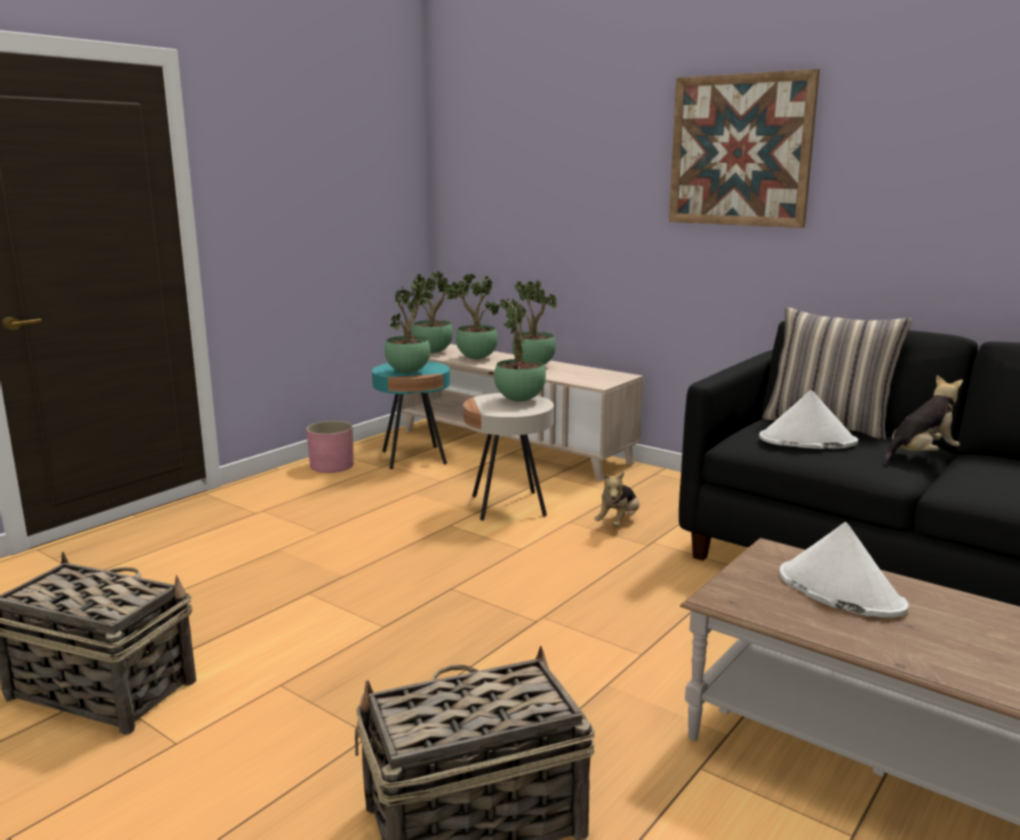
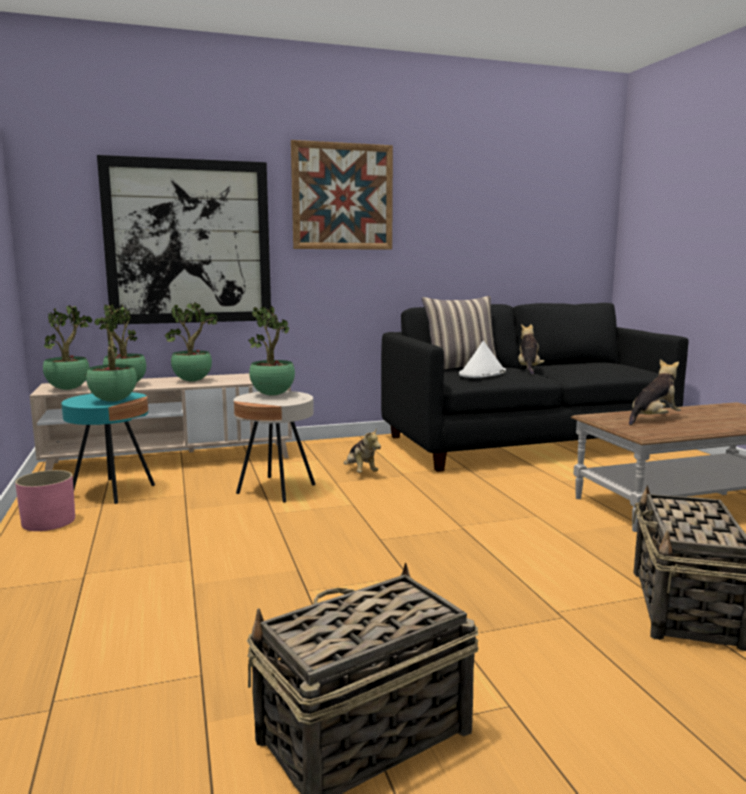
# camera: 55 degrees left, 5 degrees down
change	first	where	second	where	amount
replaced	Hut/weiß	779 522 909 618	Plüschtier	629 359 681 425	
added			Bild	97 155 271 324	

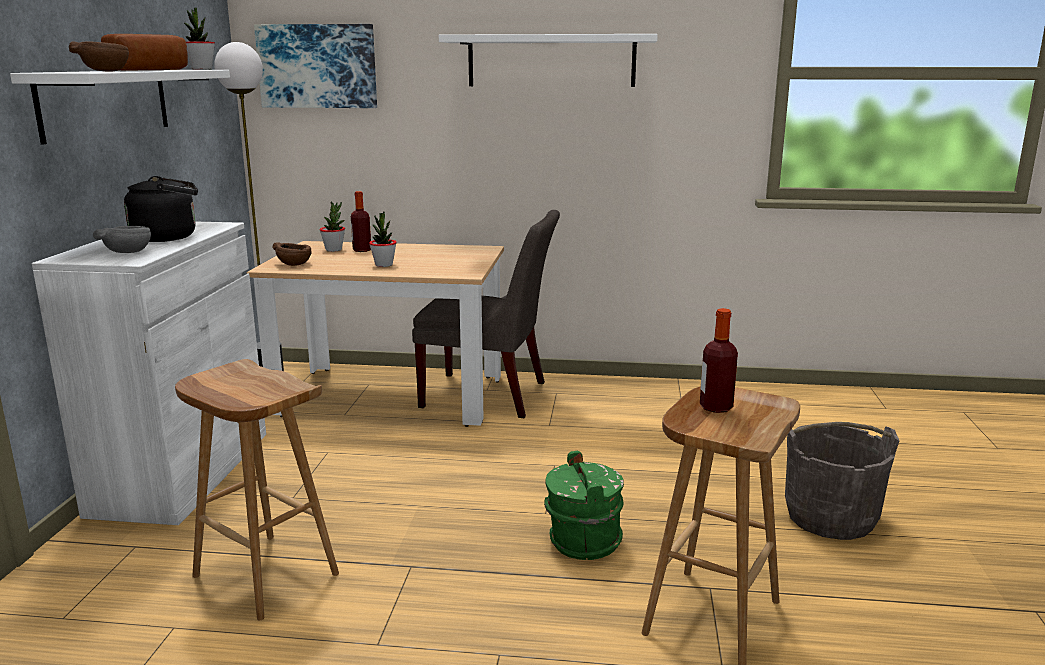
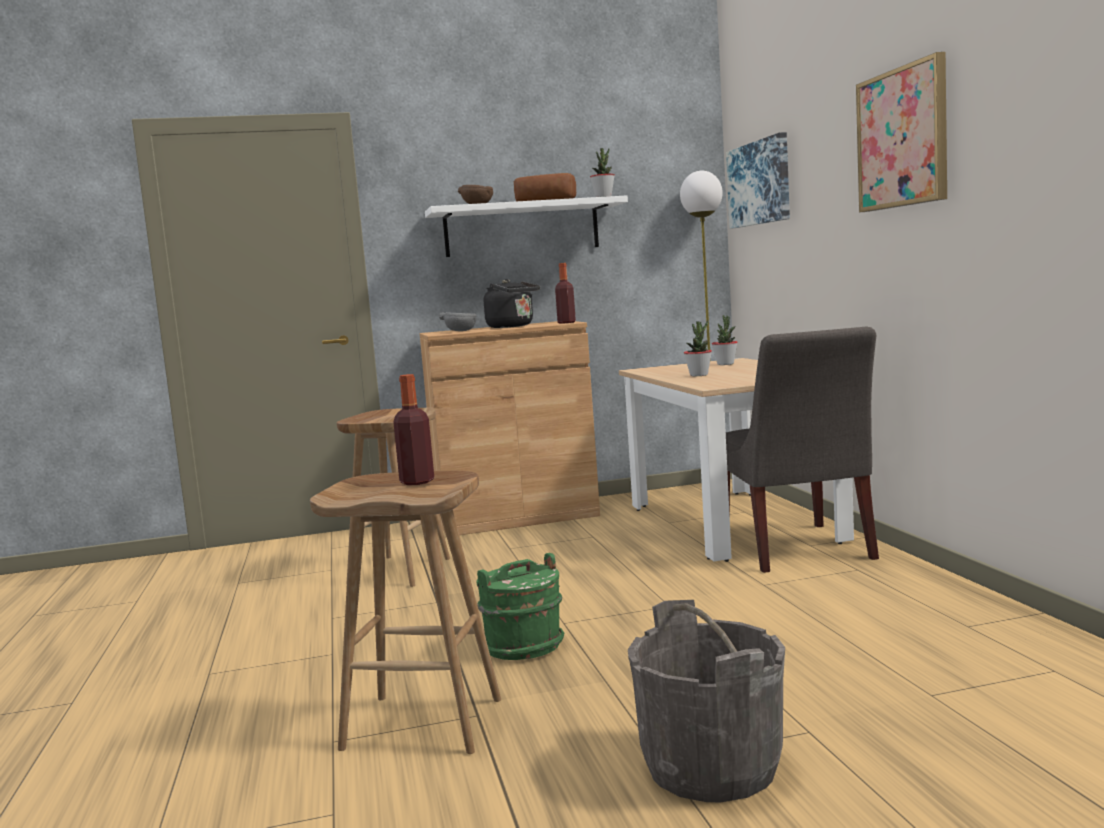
# camera: 70 degrees right, 10 degrees down
change	first	where	second	where	amount
recoloured	Schrank/weiß	32 222 266 525	Schrank/braun	420 321 600 535	
removed	Schüssel/braun	272 242 312 266			
moved	Flasche	351 191 371 252		555 263 576 324	
replaced	Wandregal/weiß	439 34 658 87	Bild	856 52 947 212	

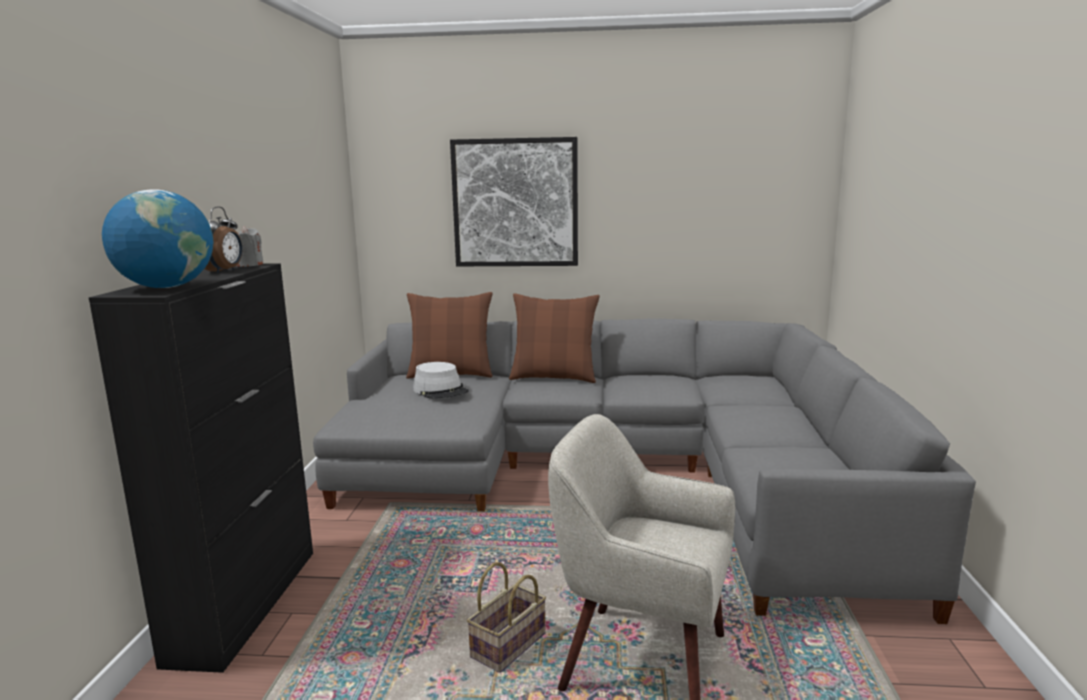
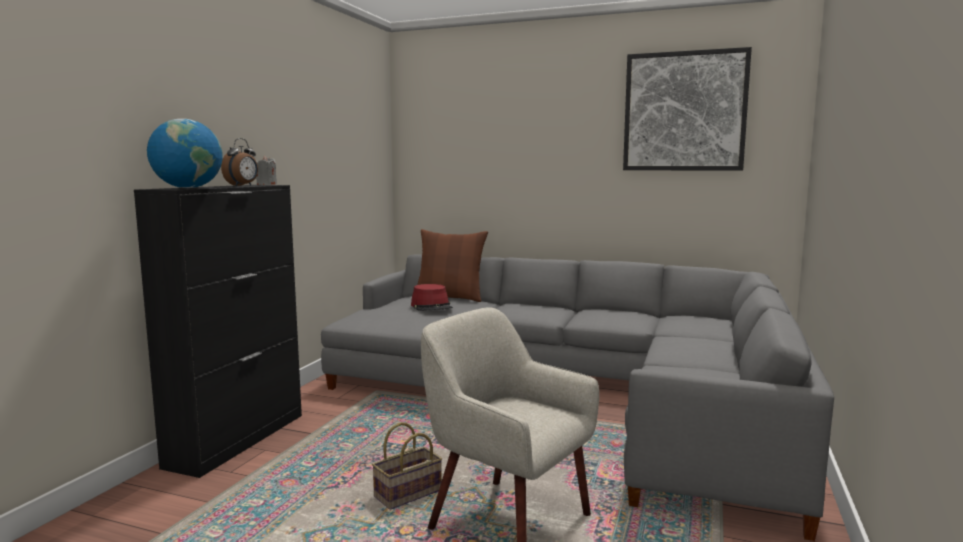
# camera: 15 degrees right, 5 degrees down
change	first	where	second	where	amount
recoloured	Hut/grau	413 362 469 399	Hut/rot	411 284 453 311	
moved	Bild	450 137 578 266		623 47 752 171	
removed	Kissen/braun	509 293 600 383			

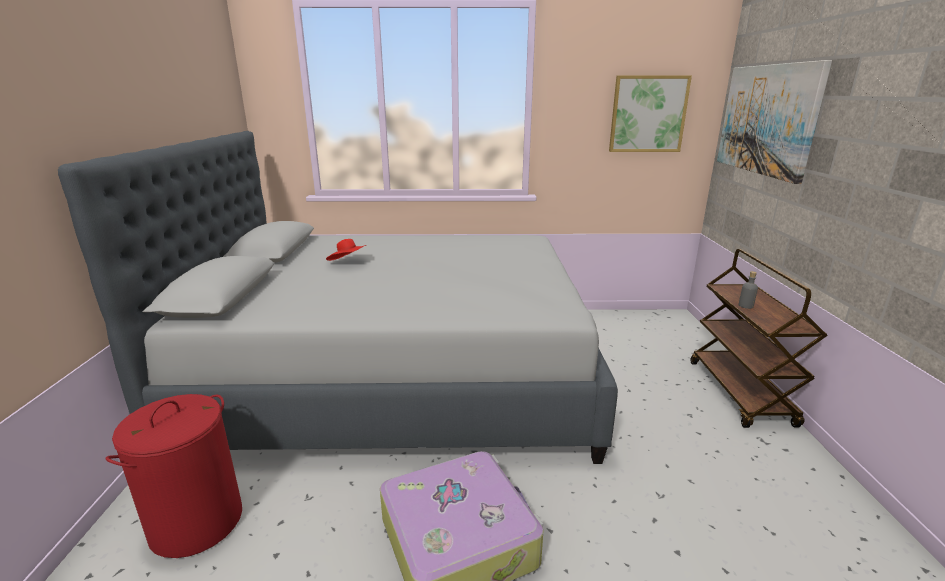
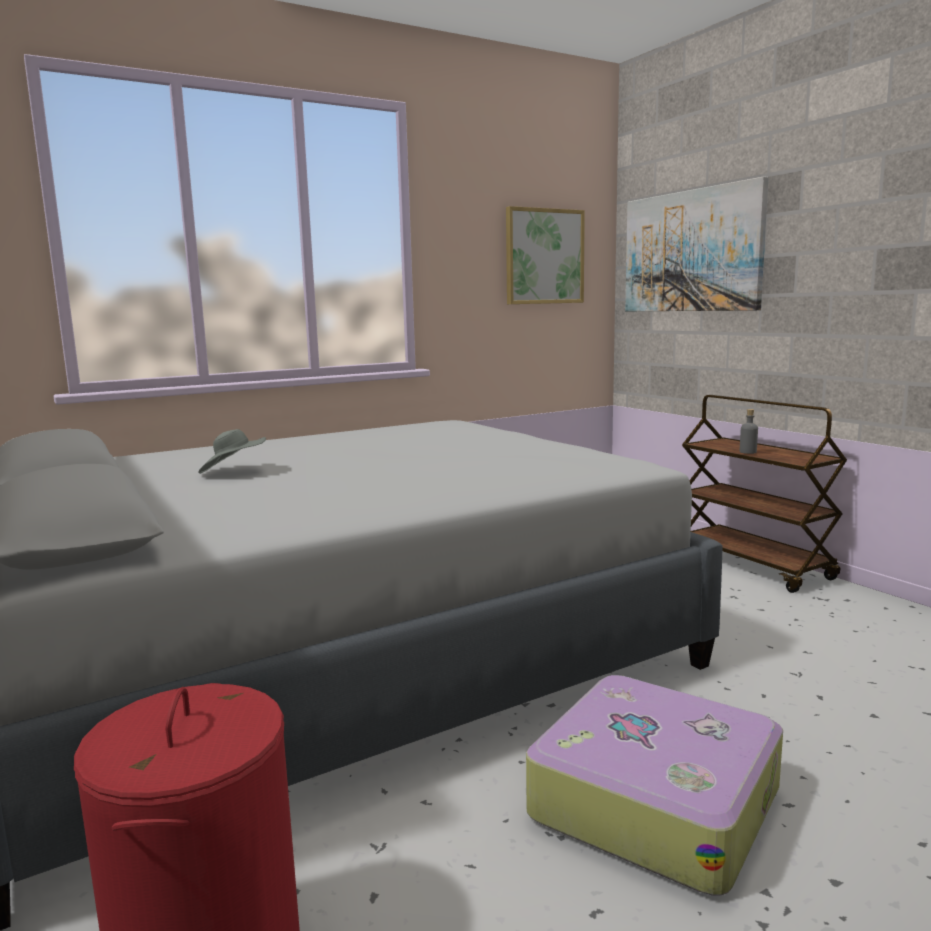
# camera: 30 degrees left, 10 degrees down
change	first	where	second	where	amount
recoloured	Hut/rot	326 239 366 261	Hut/grau	198 429 266 474	

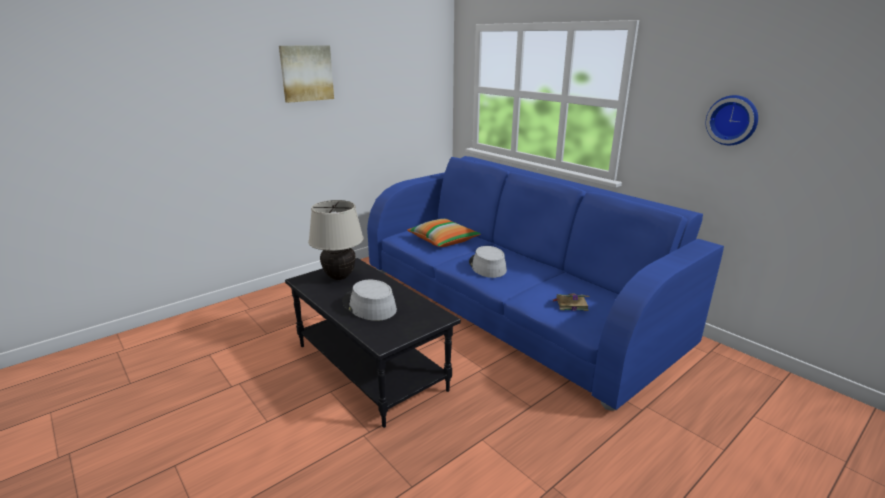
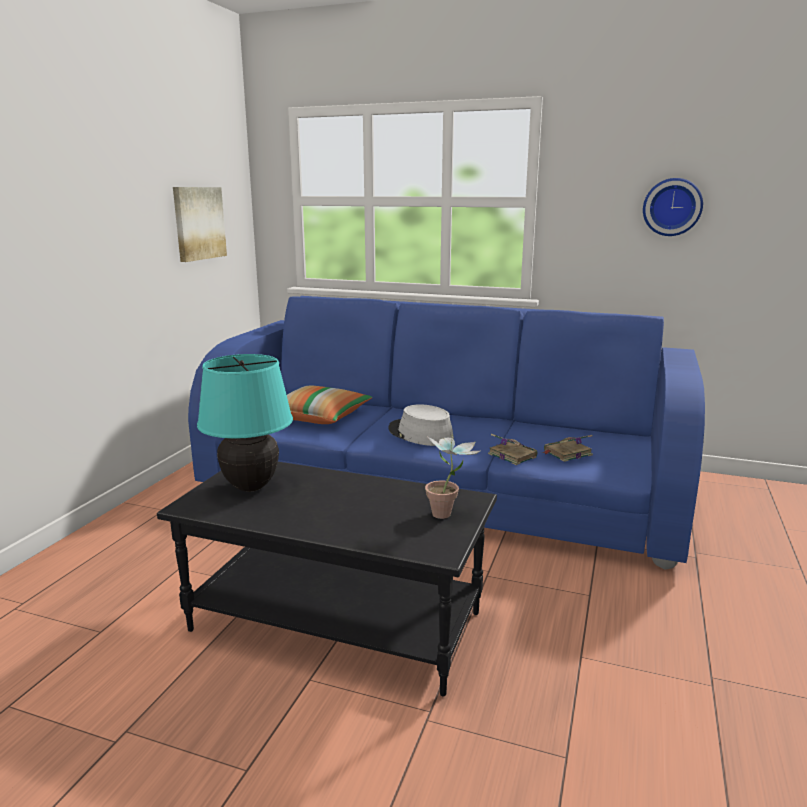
# camera: 30 degrees left, 5 degrees down
change	first	where	second	where	amount
moved	Bild	279 45 334 103		173 187 227 262	
recoloured	Tischlampe/beige	308 200 364 280	Tischlampe/türkis	197 354 293 492	
removed	Hut/grau	342 280 397 321			
added			Topfpflanze	425 435 480 519	
added			Buch	488 434 537 465	

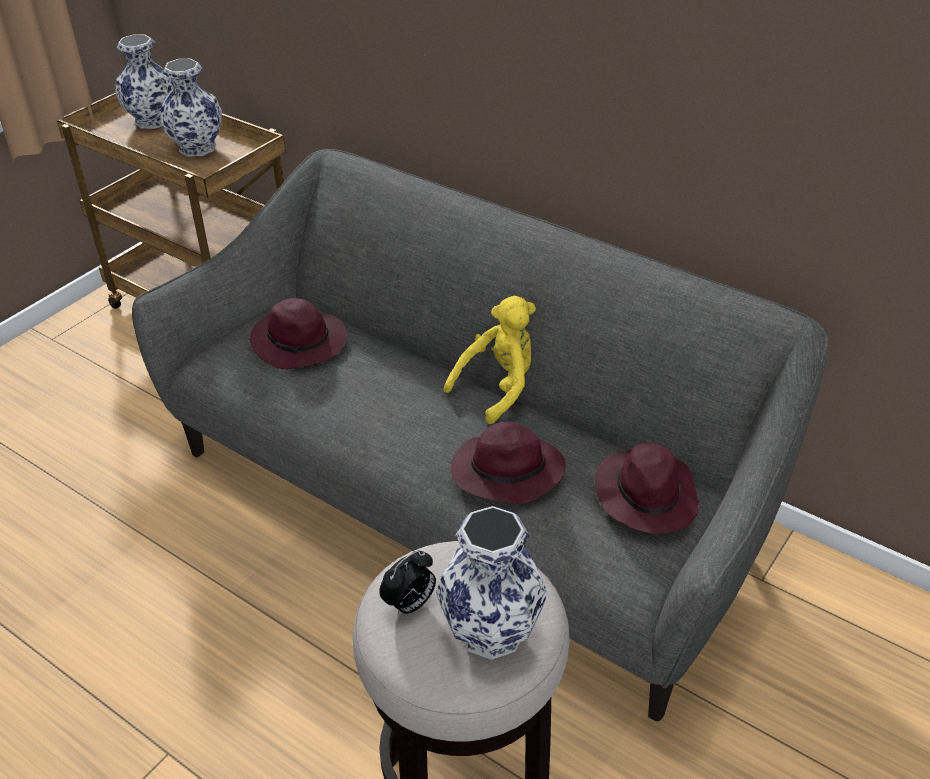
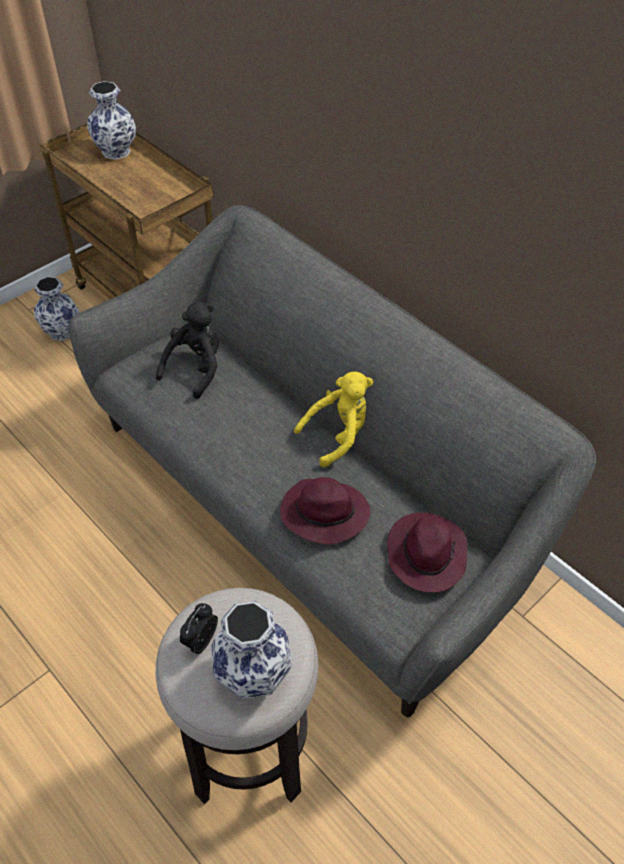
# camera: 10 degrees right, 10 degrees up
change	first	where	second	where	amount
moved	Vase	160 59 222 157		34 277 79 341	
replaced	Hut/lila	250 298 347 369	Plüschtier/schwarz	156 302 219 399	
turned	Wecker	379 551 436 617		180 603 218 654	150 degrees clockwise

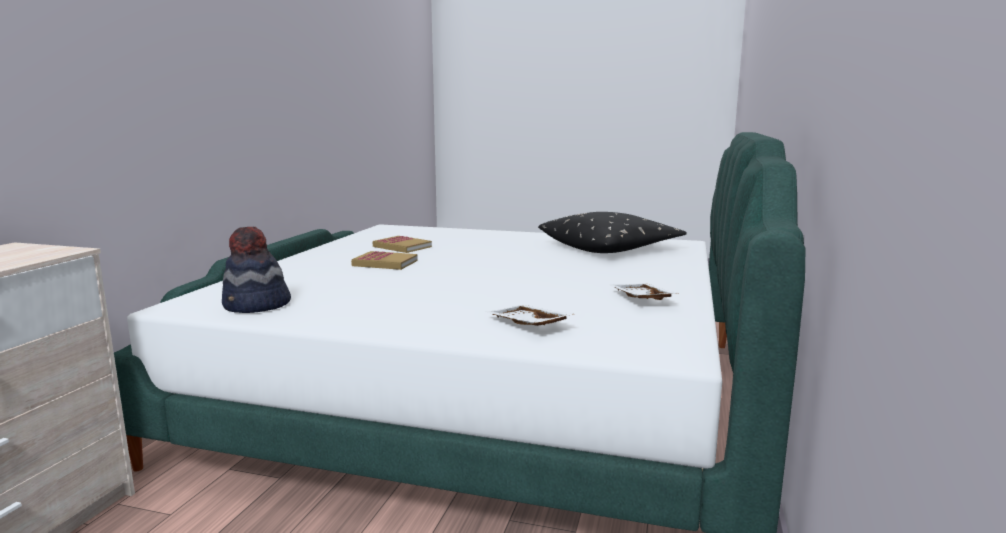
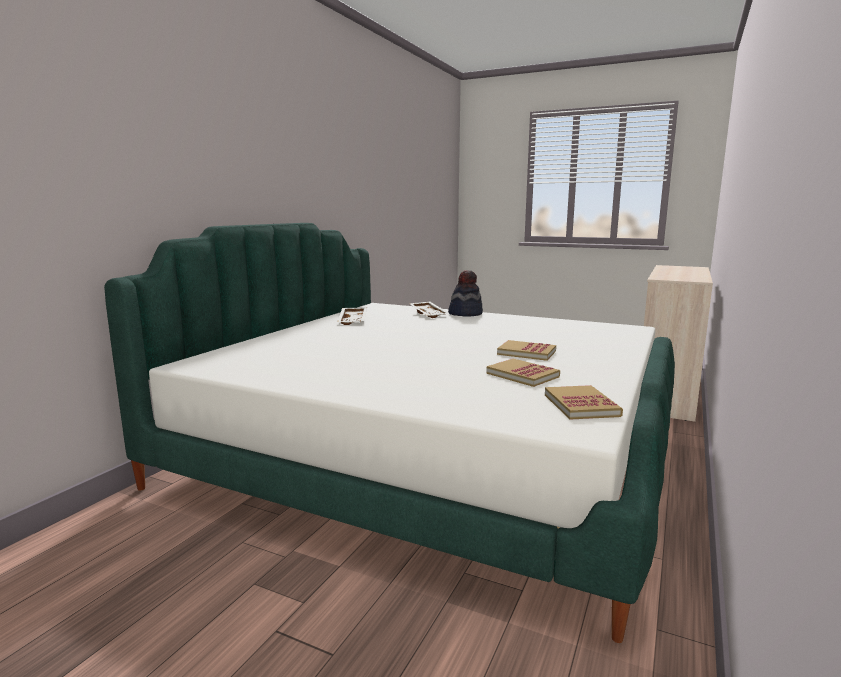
# camera: 170 degrees left, 0 degrees up
change	first	where	second	where	amount
moved	Hut	222 227 291 313		448 270 483 317	
removed	Kissen/schwarz	538 212 687 253			
added			Buch	545 385 623 420	

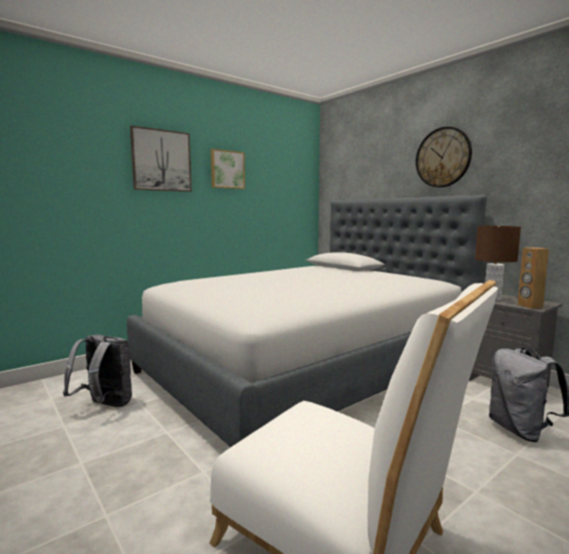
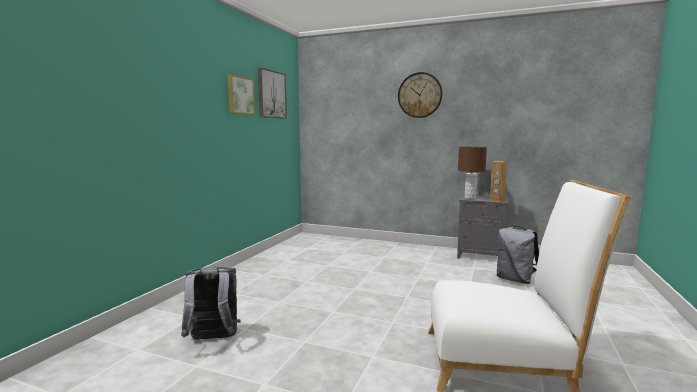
# camera: 30 degrees left, 0 degrees up
change	first	where	second	where	amount
removed	Bett	127 195 487 447			
moved	Bild	130 125 192 192		258 67 287 119	

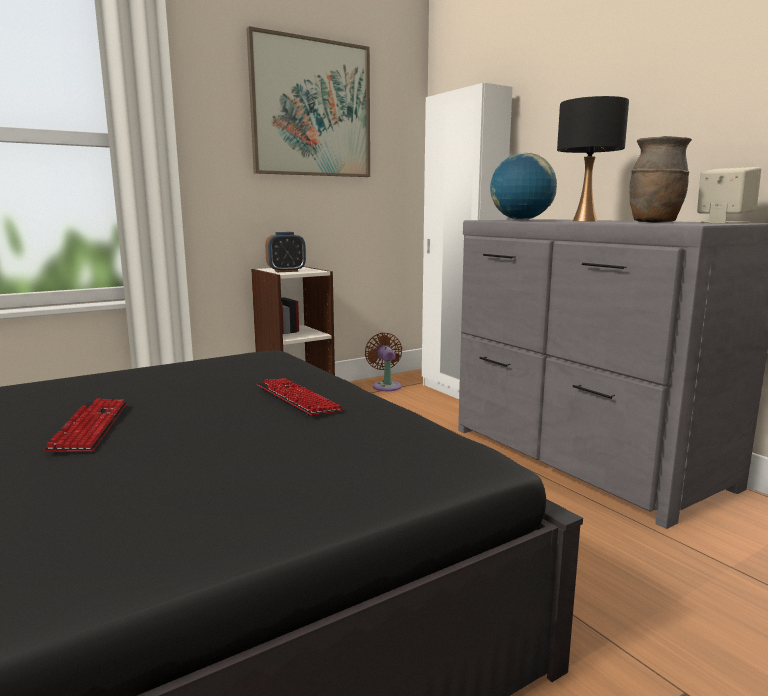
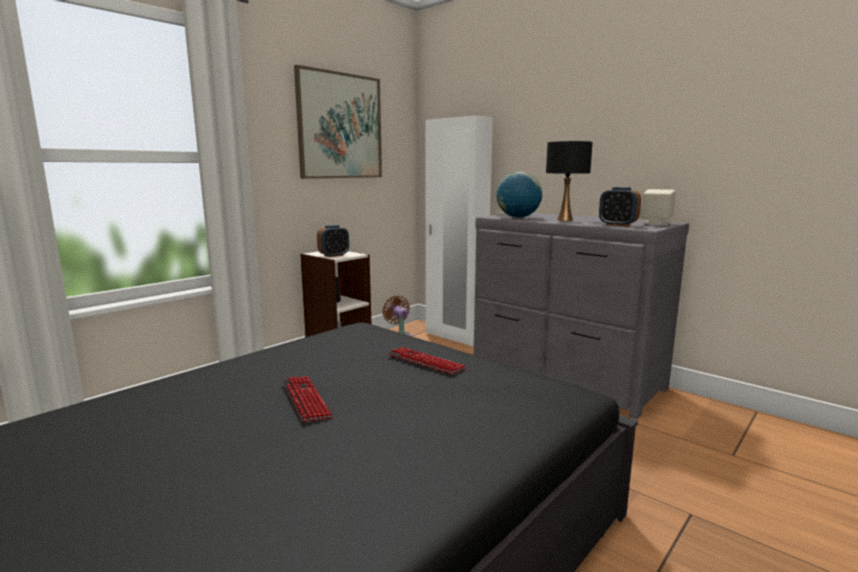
# camera: 15 degrees left, 0 degrees up
change	first	where	second	where	amount
replaced	Vase/braun	630 136 692 223	Wecker	599 187 641 226	

